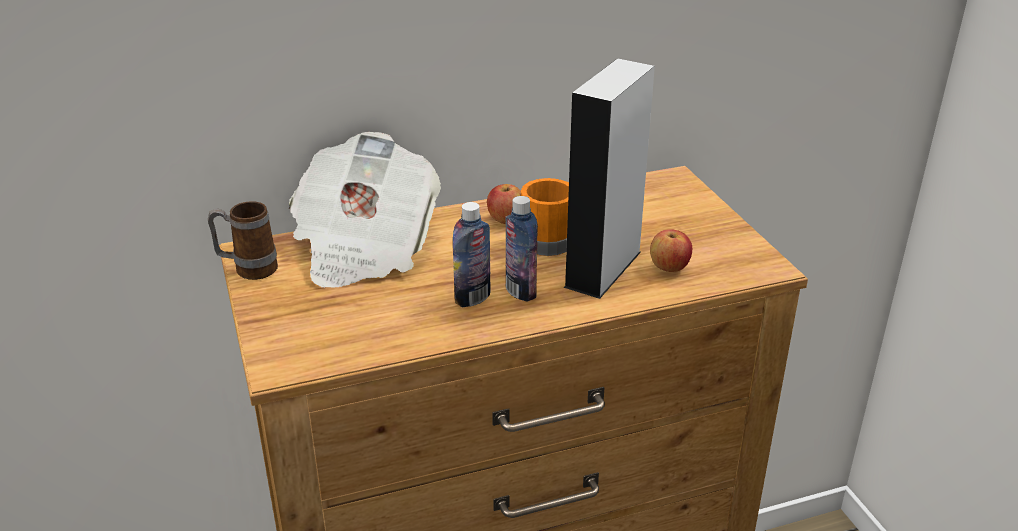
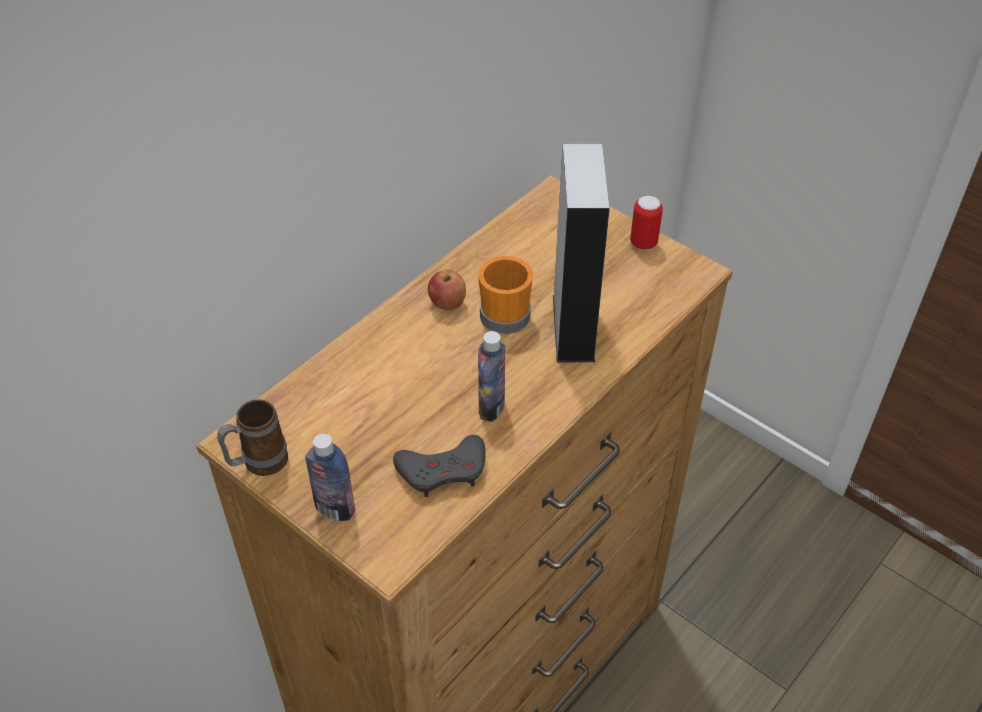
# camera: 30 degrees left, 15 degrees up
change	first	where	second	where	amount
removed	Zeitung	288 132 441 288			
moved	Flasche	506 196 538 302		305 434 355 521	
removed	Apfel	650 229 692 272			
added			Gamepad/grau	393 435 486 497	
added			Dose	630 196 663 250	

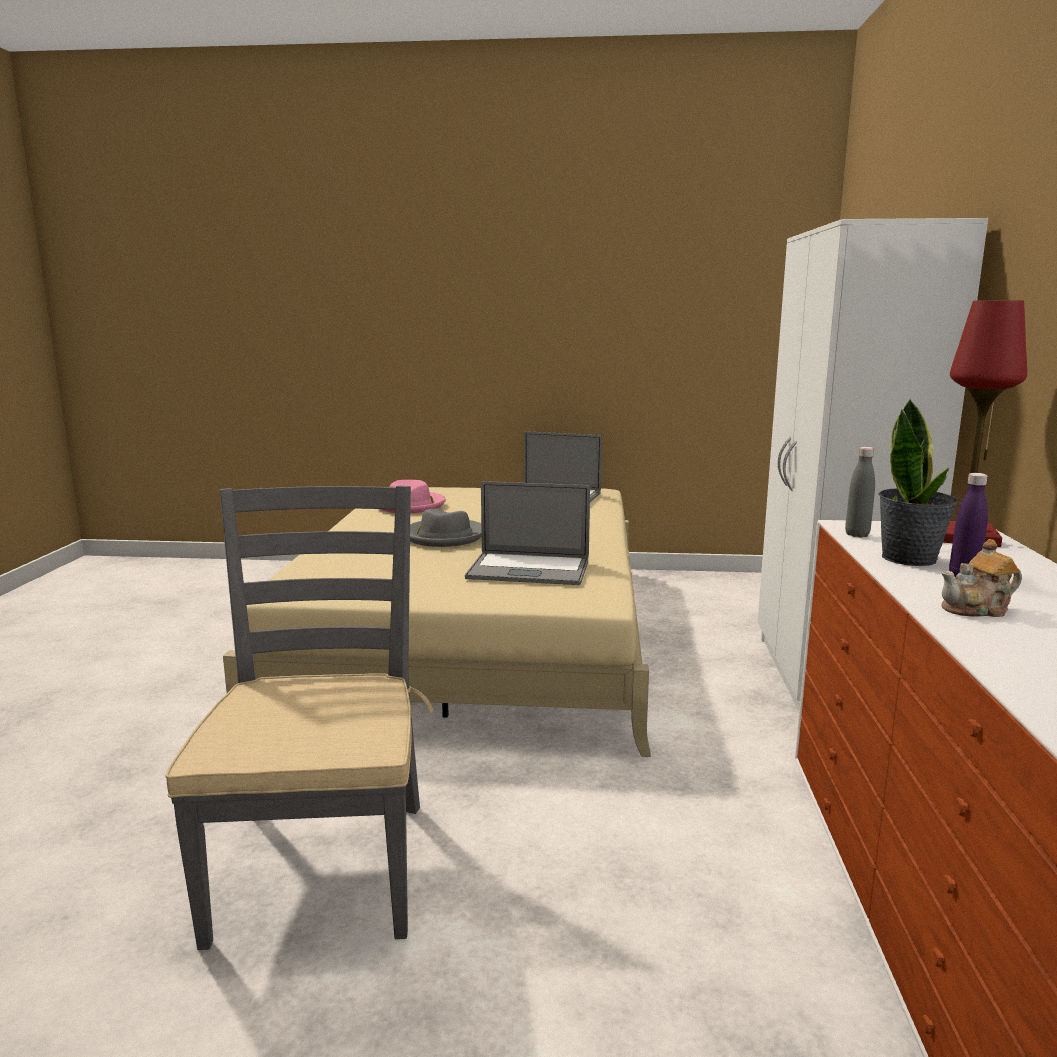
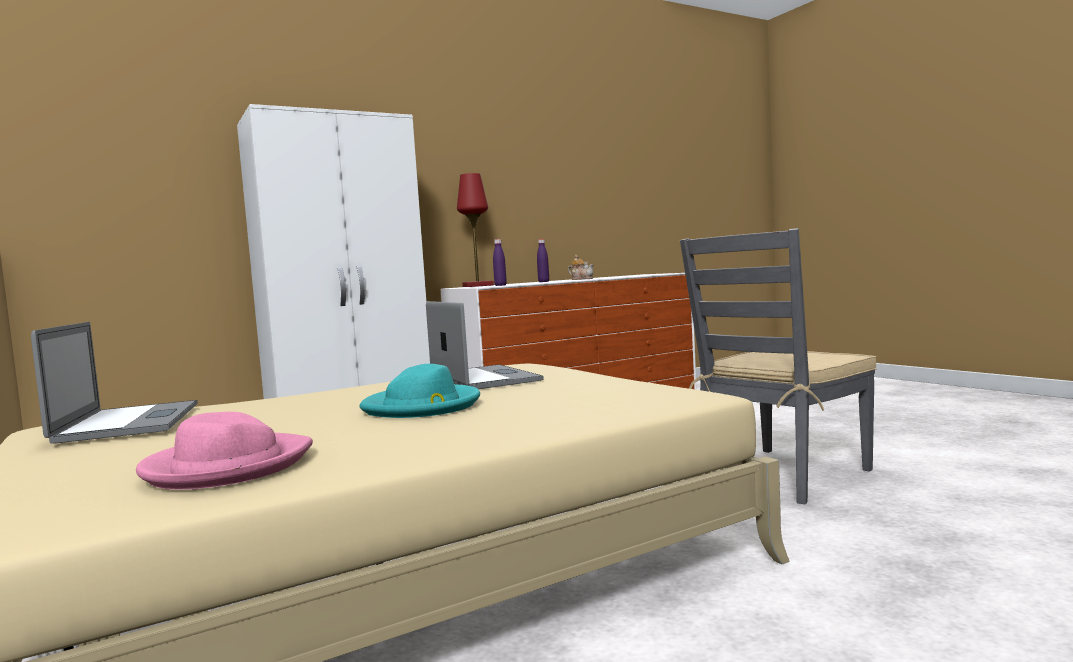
# camera: 125 degrees left, 10 degrees down
change	first	where	second	where	amount
recoloured	Hut/grau	410 509 482 547	Hut/türkis	360 364 480 418	
recoloured	Flasche/grau	845 447 875 537	Flasche/lila	493 239 507 286	
removed	Topfpflanze	878 398 958 566			

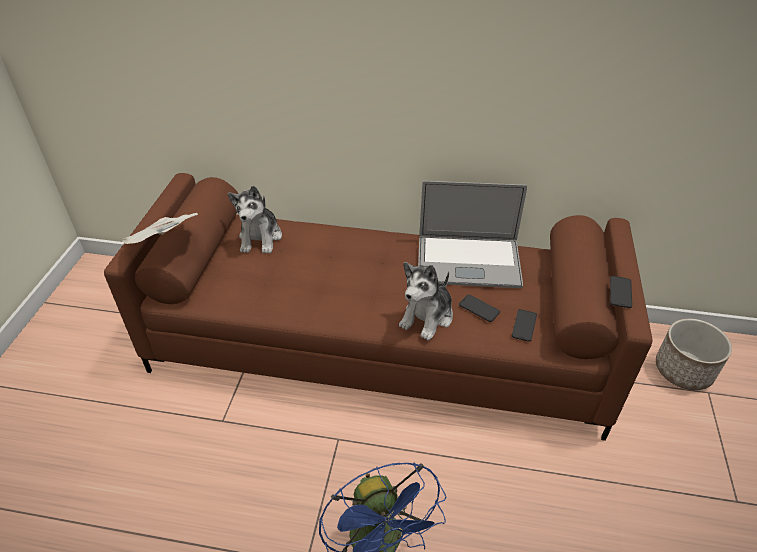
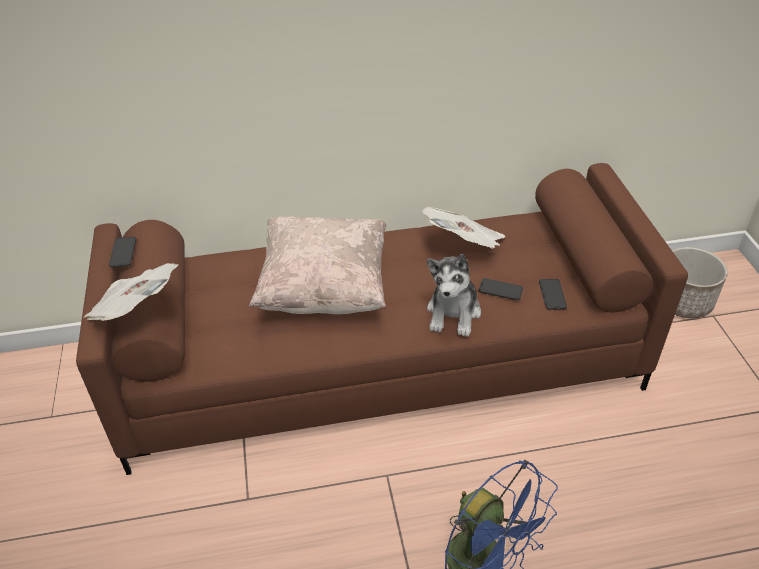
# camera: 20 degrees left, 0 degrees up
change	first	where	second	where	amount
removed	Plüschtier	228 185 282 254			
replaced	Laptop	418 181 527 288	Zeitung	422 207 505 249	
moved	Handy	610 276 632 308		109 237 136 267	
added			Kissen/beige	249 217 386 314	

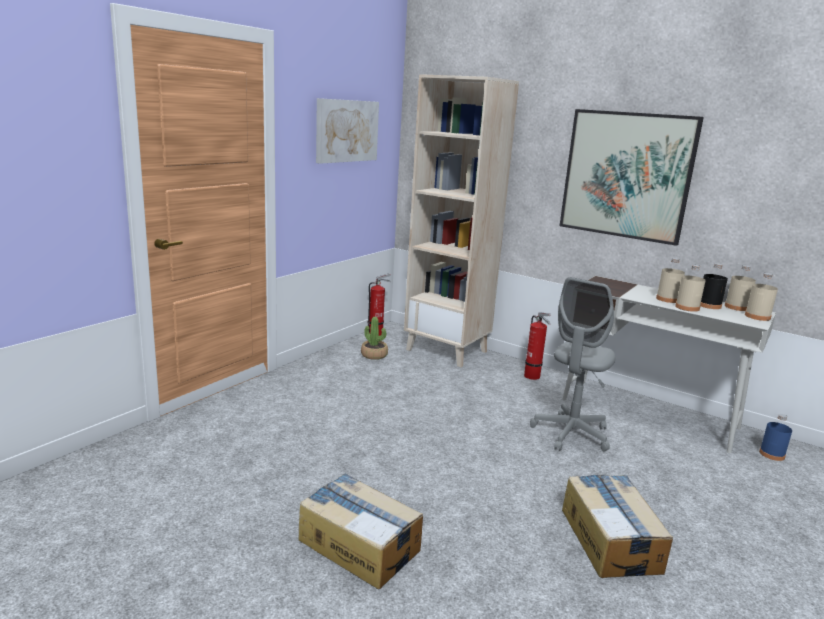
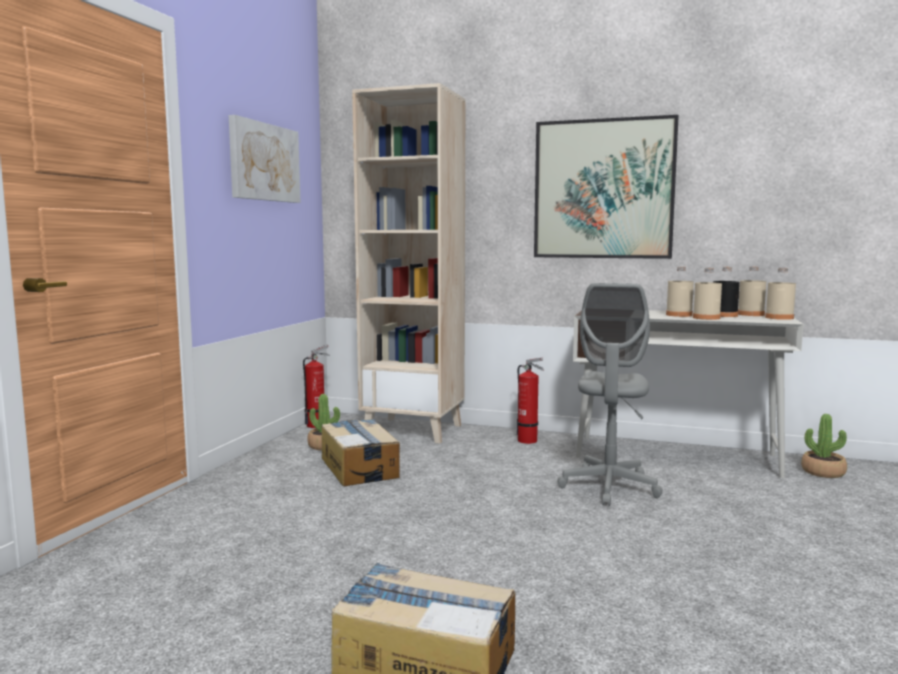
# camera: 15 degrees left, 10 degrees down
change	first	where	second	where	amount
moved	Karton	562 475 673 578		322 419 400 486	
replaced	Flasche/blau	759 414 792 461	Topfpflanze	801 414 847 478	

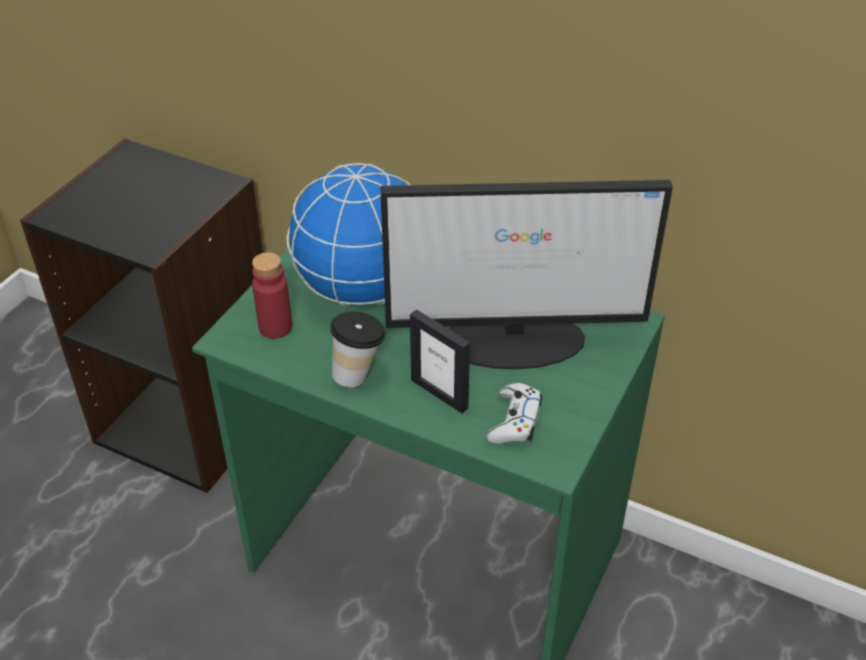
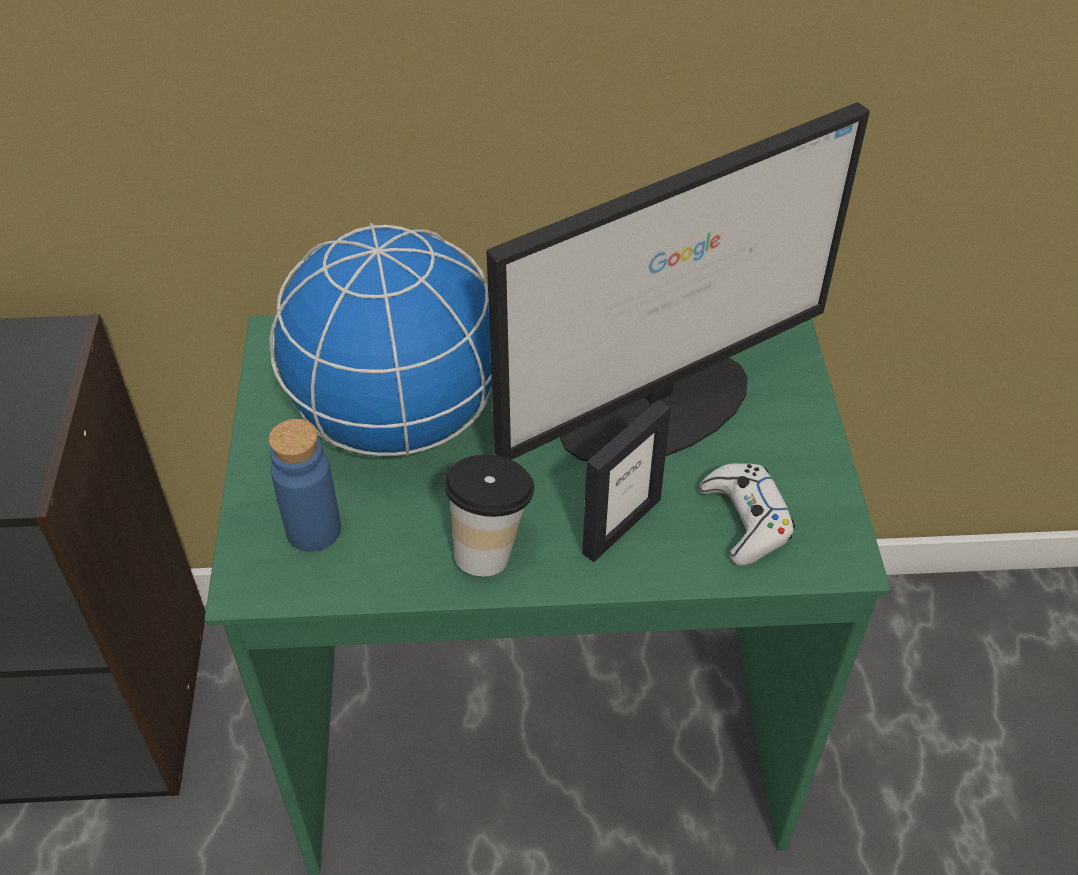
# camera: 30 degrees left, 5 degrees up
change	first	where	second	where	amount
recoloured	Flasche/rot	252 252 292 339	Flasche/blau	269 419 341 552	
turned	Bilderrahmen	410 309 470 413		582 400 671 562	60 degrees counterclockwise

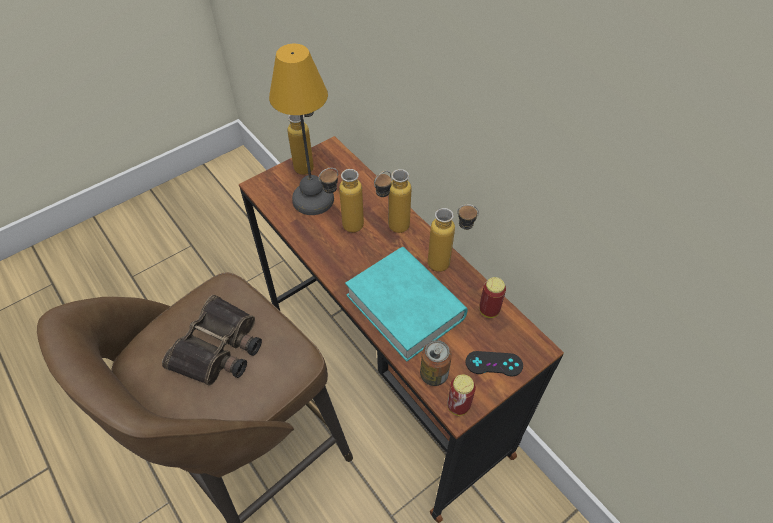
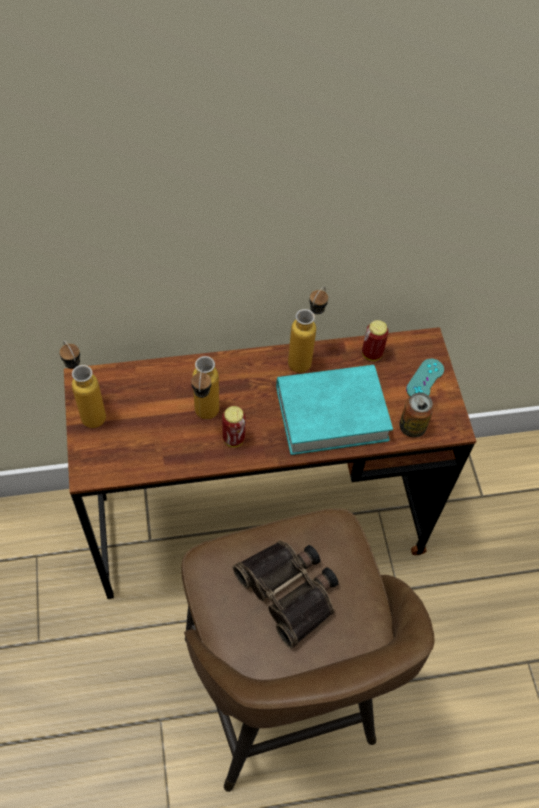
# camera: 65 degrees left, 5 degrees up
change	first	where	second	where	amount
removed	Tischlampe	269 44 334 215			
removed	Flasche	374 169 412 233			
moved	Dose	447 374 476 416		222 406 246 447	
recoloured	Gamepad/schwarz	466 351 523 376	Gamepad/türkis	406 359 444 396	

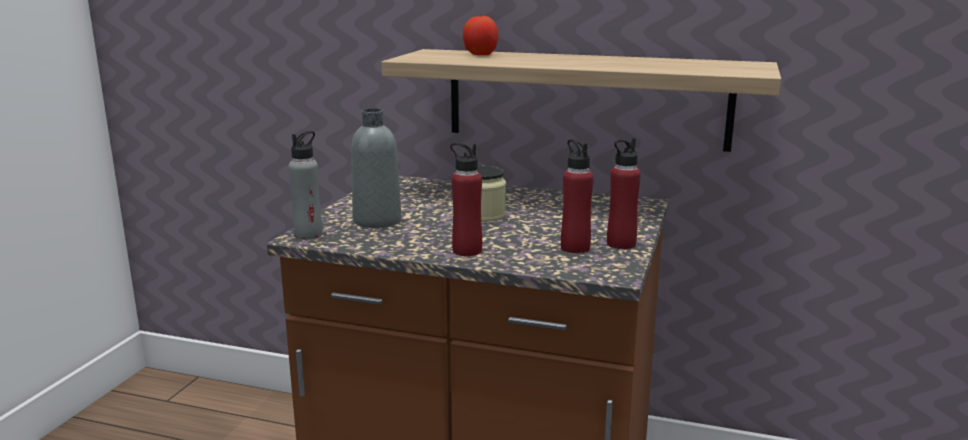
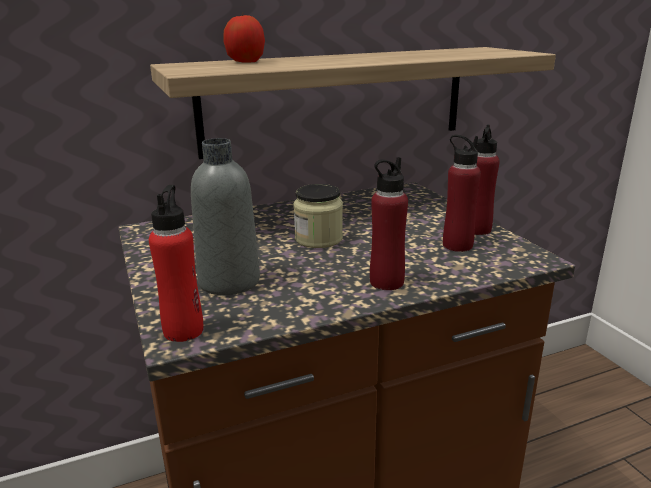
# camera: 40 degrees left, 5 degrees up
change	first	where	second	where	amount
recoloured	Flasche/grau	288 131 323 240	Flasche/rot	149 185 203 342	

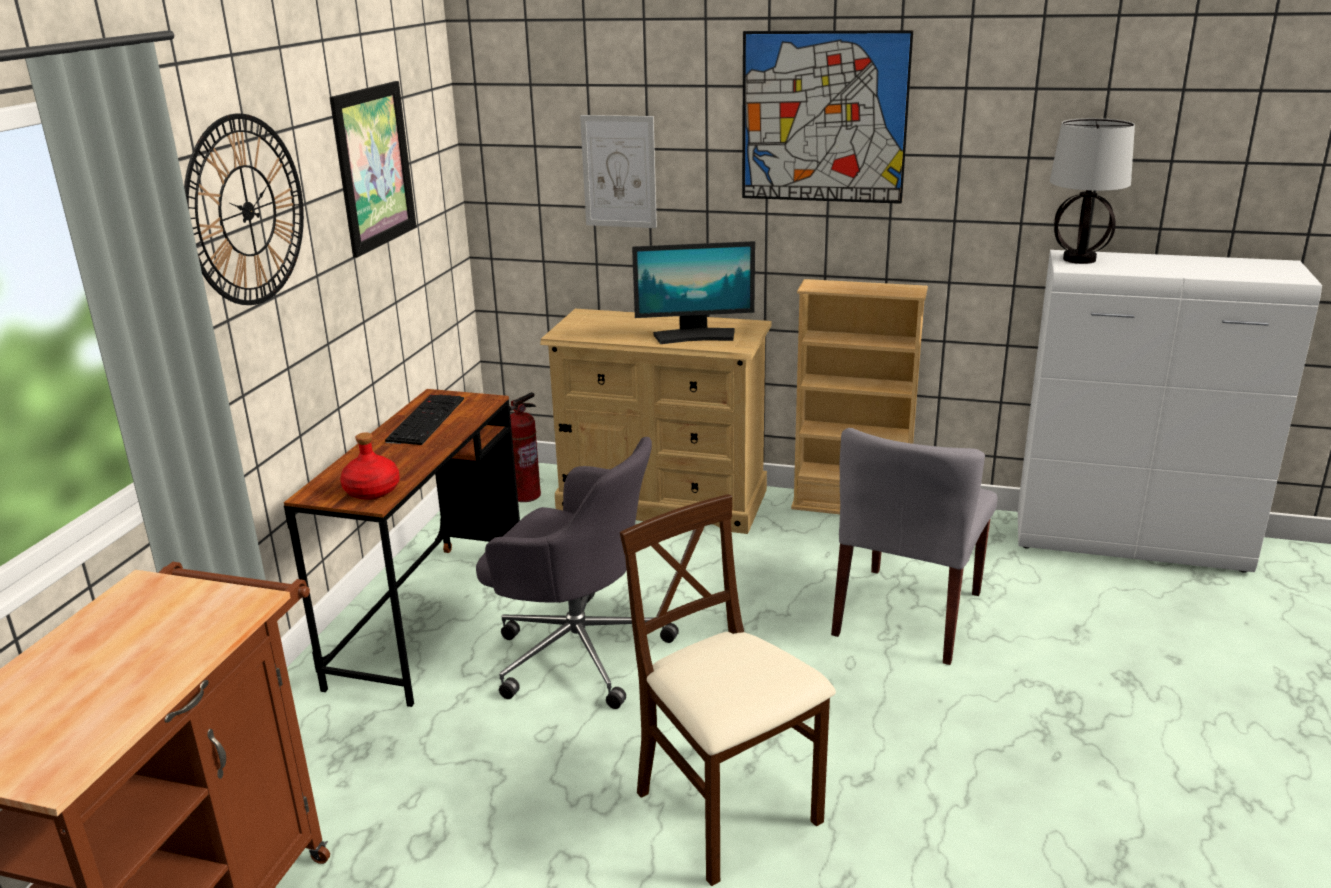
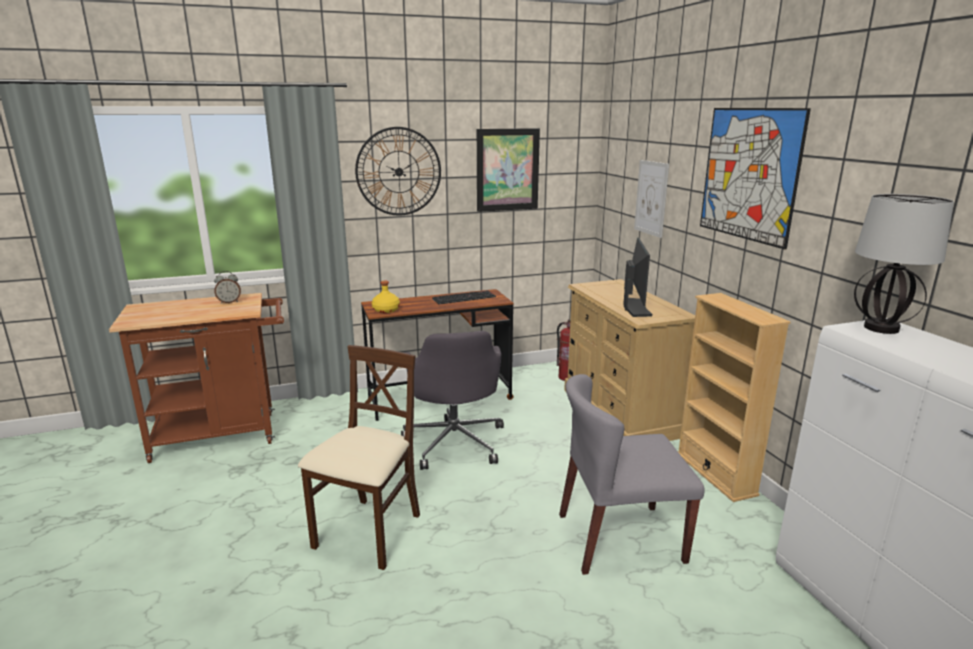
# camera: 55 degrees right, 5 degrees down
change	first	where	second	where	amount
recoloured	Flasche/rot	340 432 400 500	Flasche/gelb	372 281 400 313	
turned	Monitor	632 241 755 344		623 237 652 317	135 degrees counterclockwise
added			Wecker	214 271 241 304	

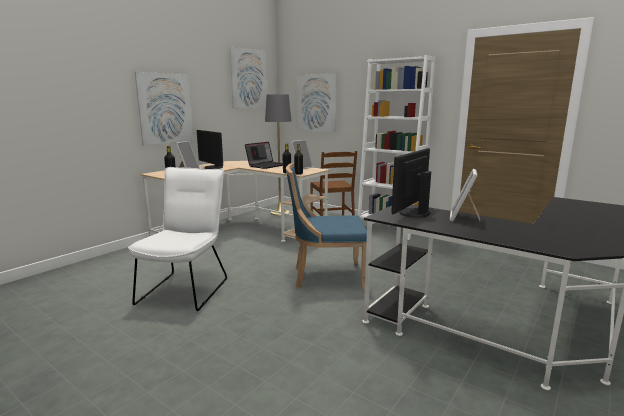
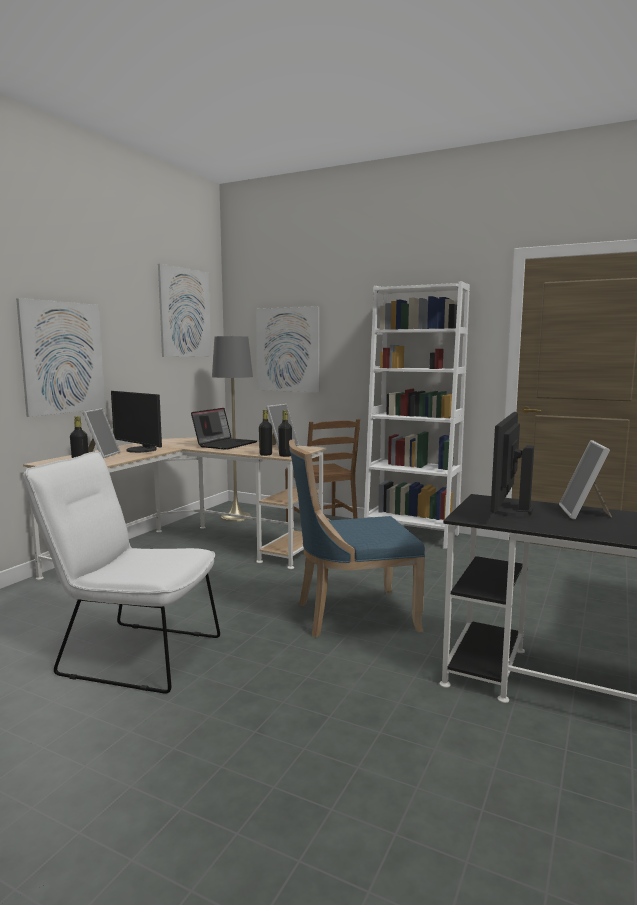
# camera: 10 degrees left, 5 degrees down
change	first	where	second	where	amount
turned	Stuhl/weiß	128 167 227 311		22 451 220 694	75 degrees counterclockwise

